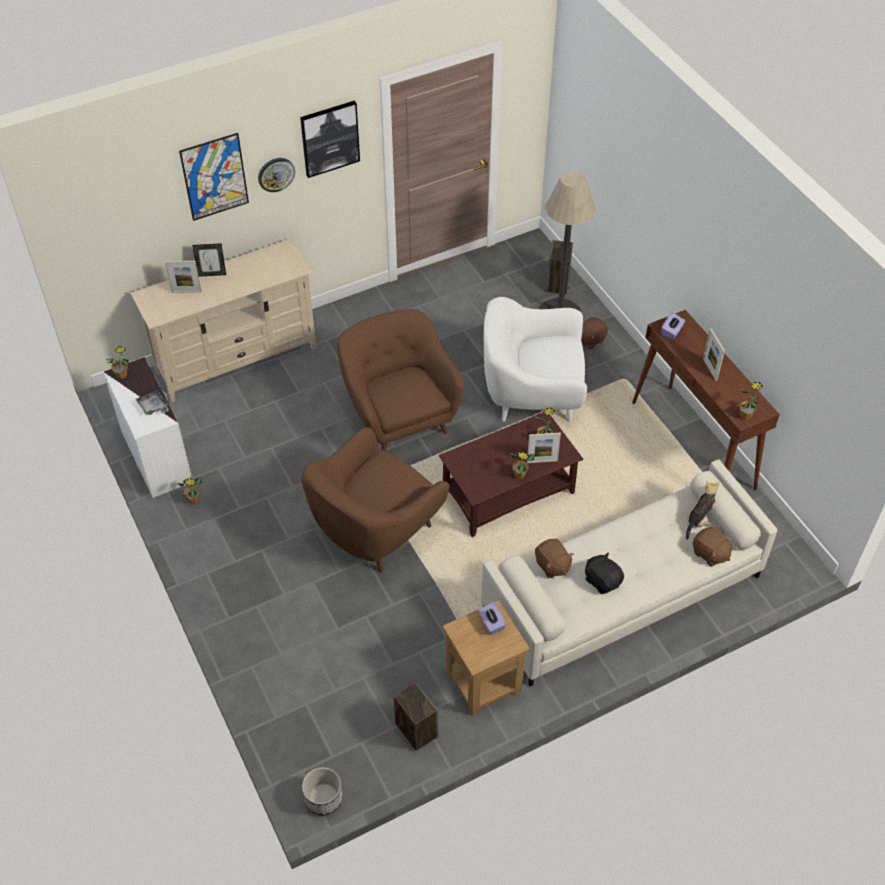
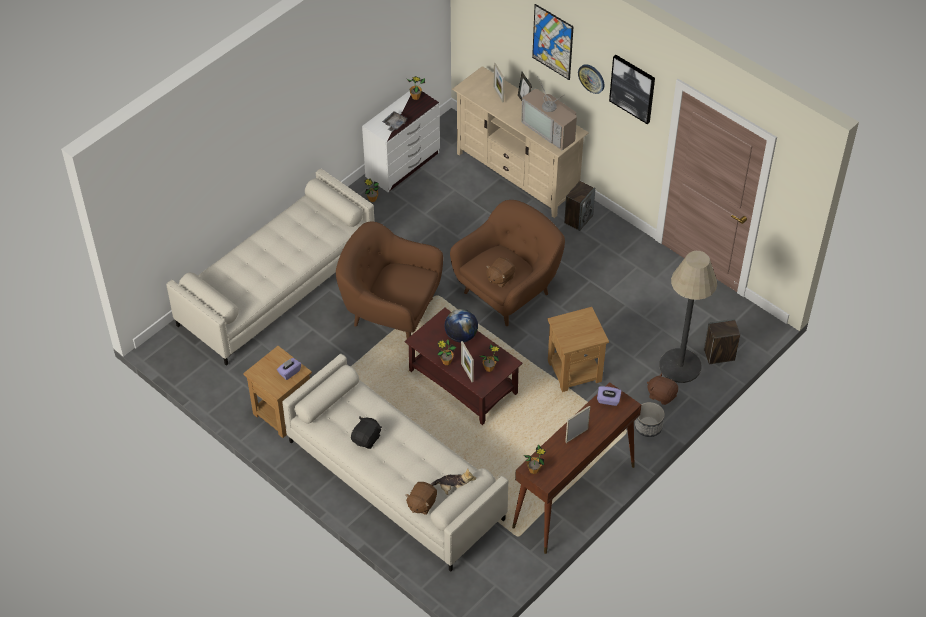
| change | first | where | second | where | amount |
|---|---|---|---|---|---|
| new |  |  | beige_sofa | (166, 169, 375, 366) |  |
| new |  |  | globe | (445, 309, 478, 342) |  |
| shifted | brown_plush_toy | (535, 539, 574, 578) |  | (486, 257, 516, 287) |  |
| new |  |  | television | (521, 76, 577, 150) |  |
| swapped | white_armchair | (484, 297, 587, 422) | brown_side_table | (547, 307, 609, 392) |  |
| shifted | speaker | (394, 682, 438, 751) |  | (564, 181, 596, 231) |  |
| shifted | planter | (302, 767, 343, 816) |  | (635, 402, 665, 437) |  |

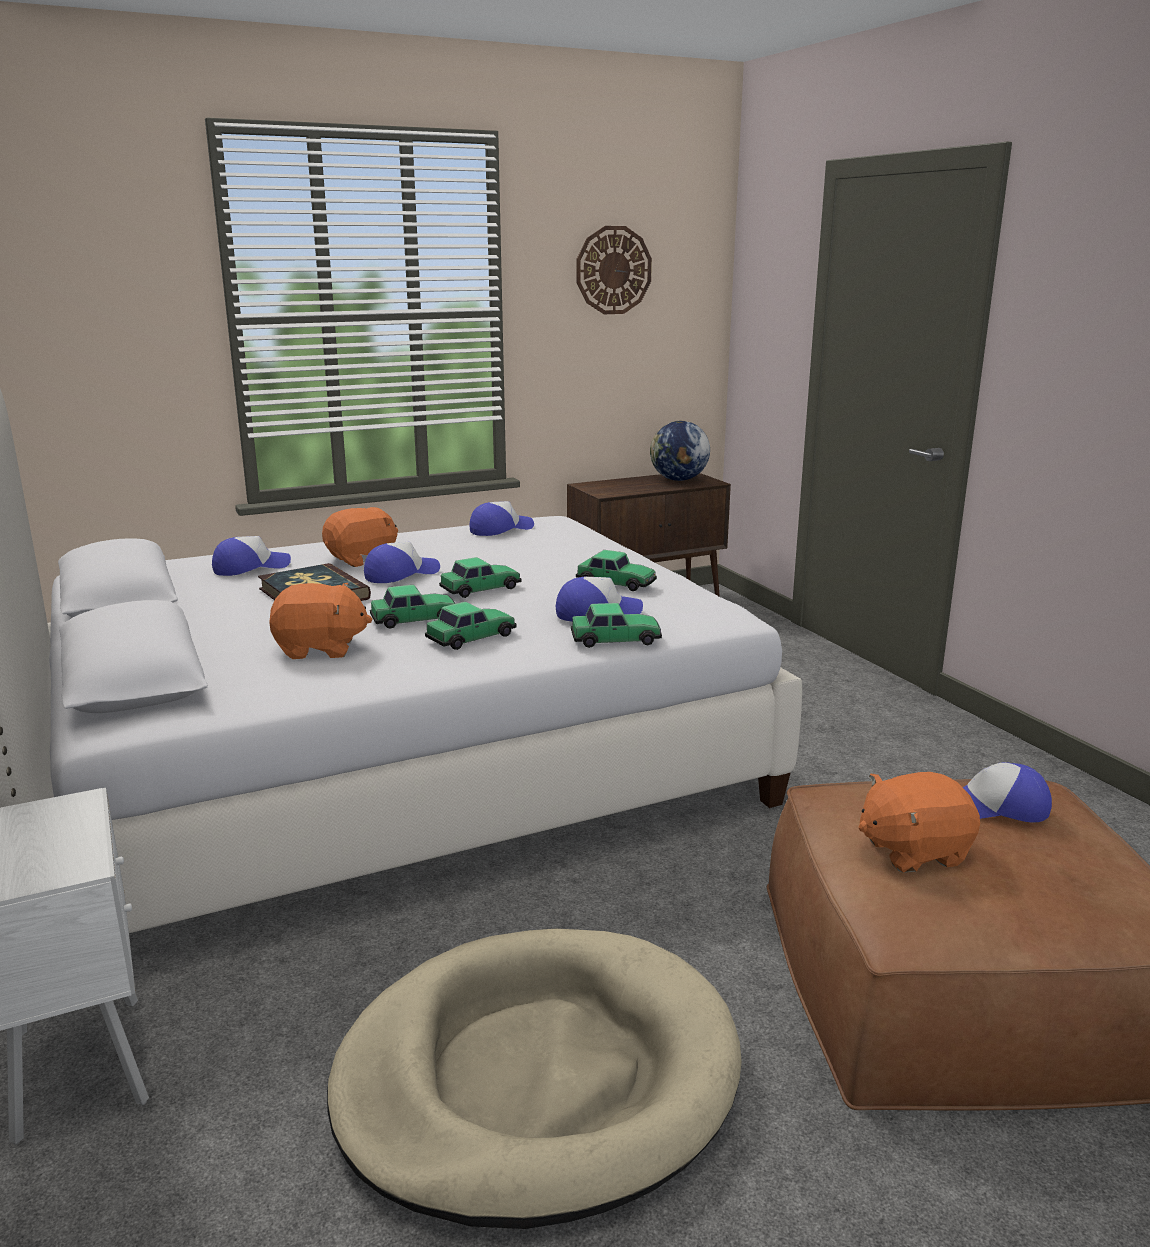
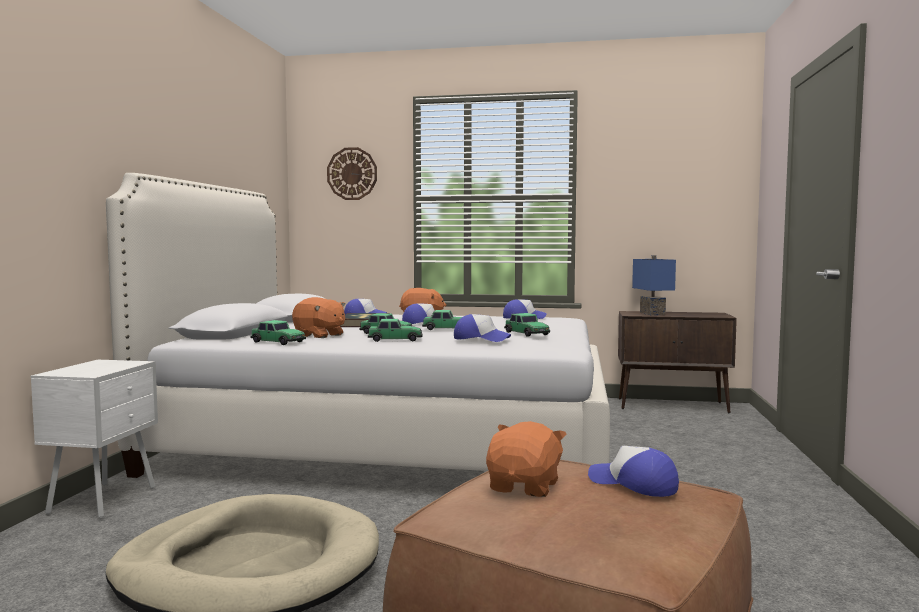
| change | first | where | second | where | amount |
|---|---|---|---|---|---|
| shifted | toy_car | (571, 603, 662, 648) |  | (250, 320, 306, 345) |  |
| shifted | wall_clock | (577, 226, 652, 314) |  | (327, 147, 377, 200) |  |
| rotated | orange_plush_toy | (859, 772, 980, 873) |  | (486, 421, 567, 497) | 90 degrees clockwise |
| new |  |  | blue_table_lamp | (632, 255, 676, 315) |  |
| gone | globe | (650, 421, 710, 481) |  |  |  |

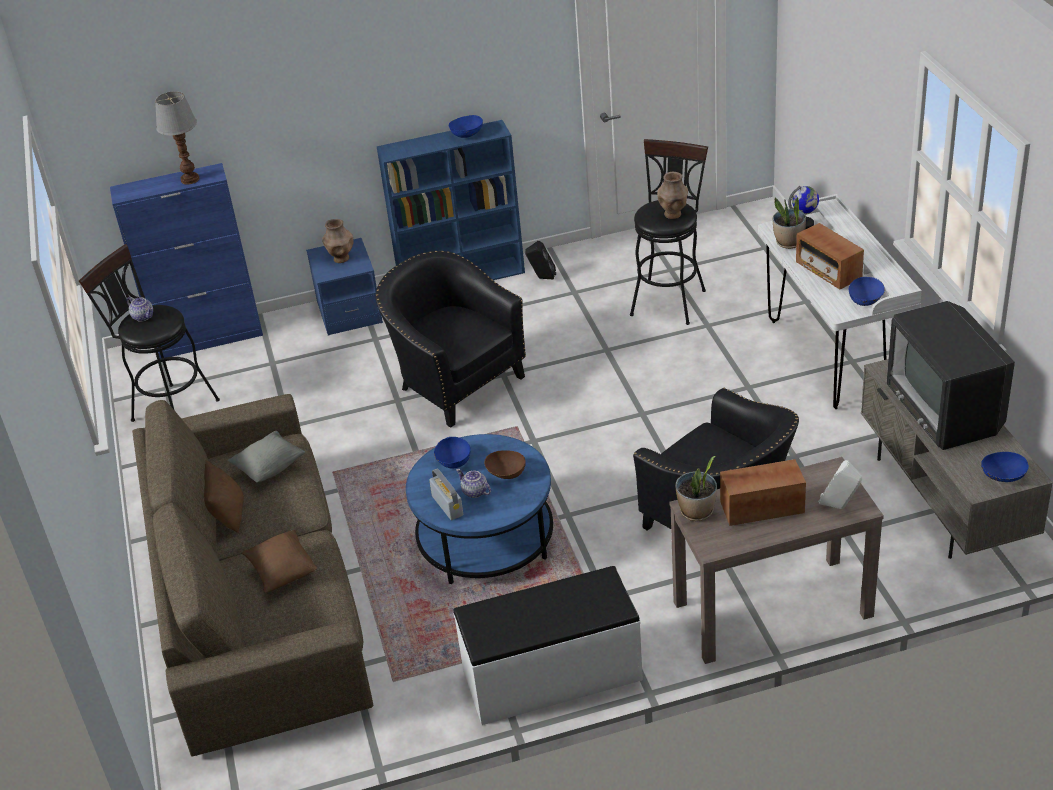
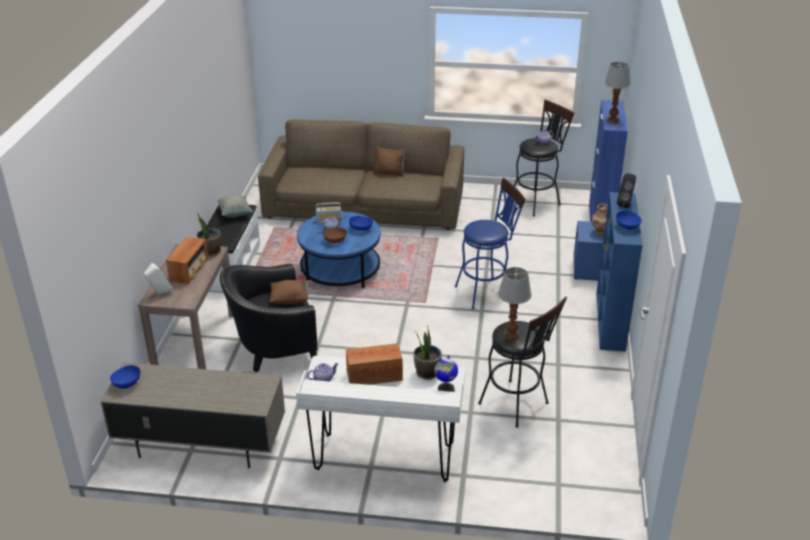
| change | first | where | second | where | amount |
|---|---|---|---|---|---|
| shifted | grey_pillow | (228, 431, 305, 482) |  | (217, 195, 253, 218) |  |
| shifted | brown_pillow | (242, 530, 317, 593) |  | (270, 280, 310, 304) |  |
| swapped | blue_bowl | (849, 277, 885, 306) | teapot | (307, 363, 339, 381) |  |
| swapped | black_armchair | (375, 251, 526, 428) | blue_stool | (455, 178, 525, 309) |  |
| swapped | brown_vase | (657, 172, 688, 219) | table_lamp | (498, 267, 532, 340) |  |
| shifted | black_speaker | (525, 241, 556, 279) |  | (617, 173, 636, 208) |  |
| gone | television | (887, 301, 1015, 450) |  |  |  |

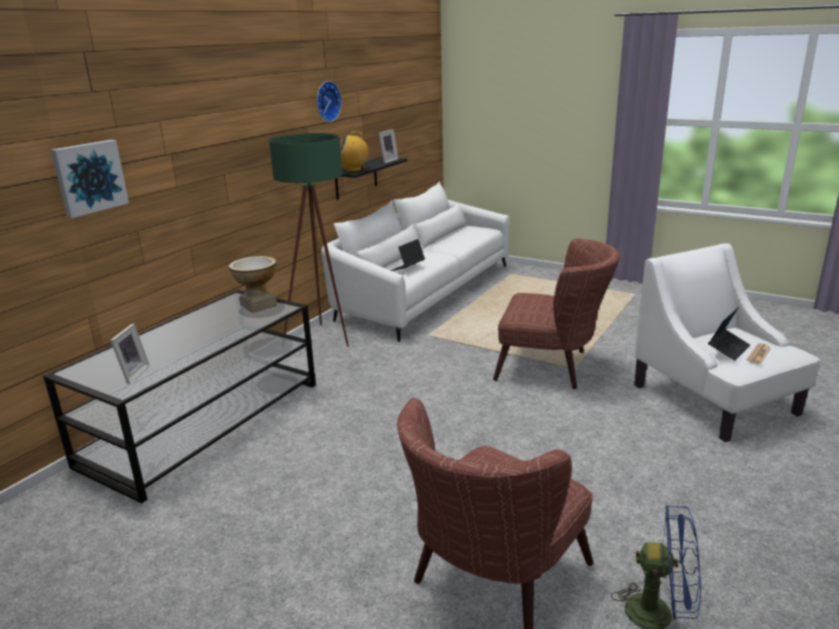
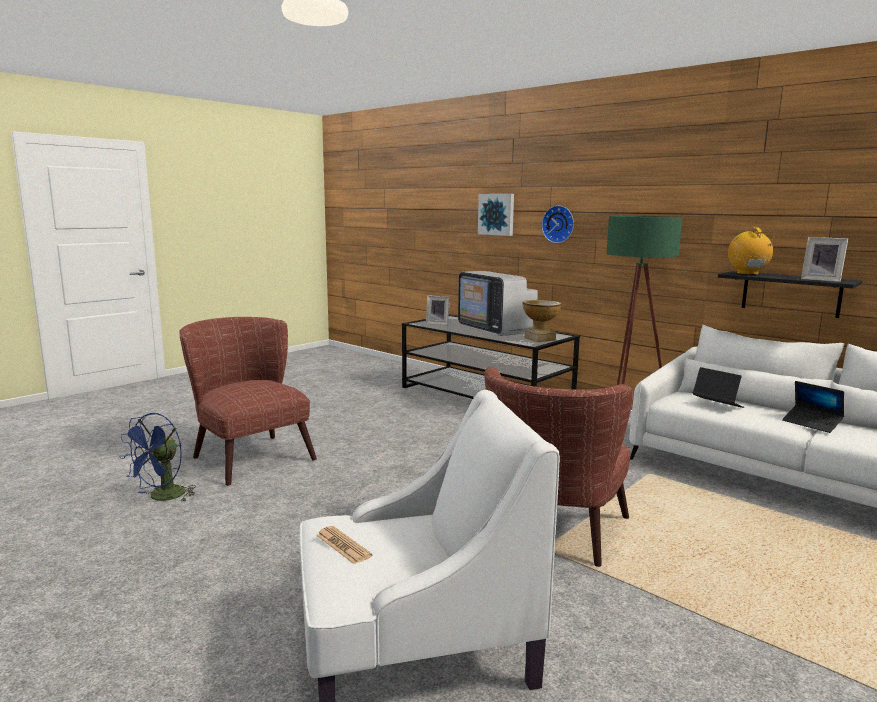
| change | first | where | second | where | amount |
|---|---|---|---|---|---|
| new |  |  | television | (458, 271, 538, 336) |  |
| shifted | wall_clock | (317, 81, 342, 122) |  | (542, 205, 574, 243) |  |
| shifted | laptop | (708, 307, 750, 361) |  | (782, 381, 844, 433) |  |

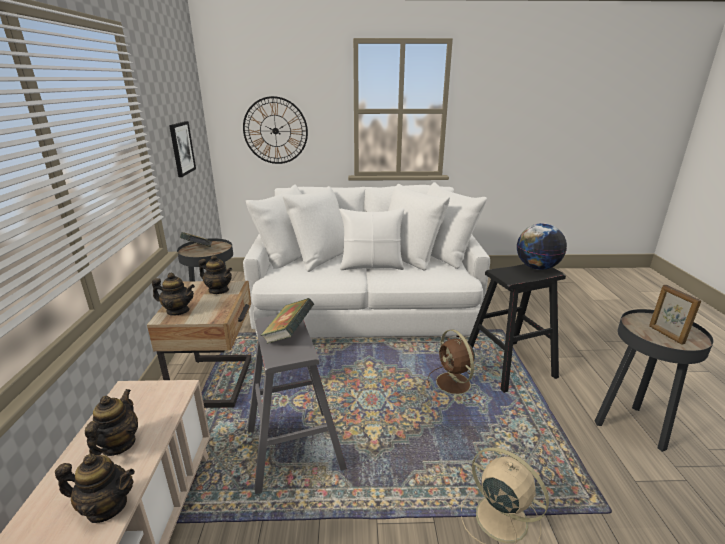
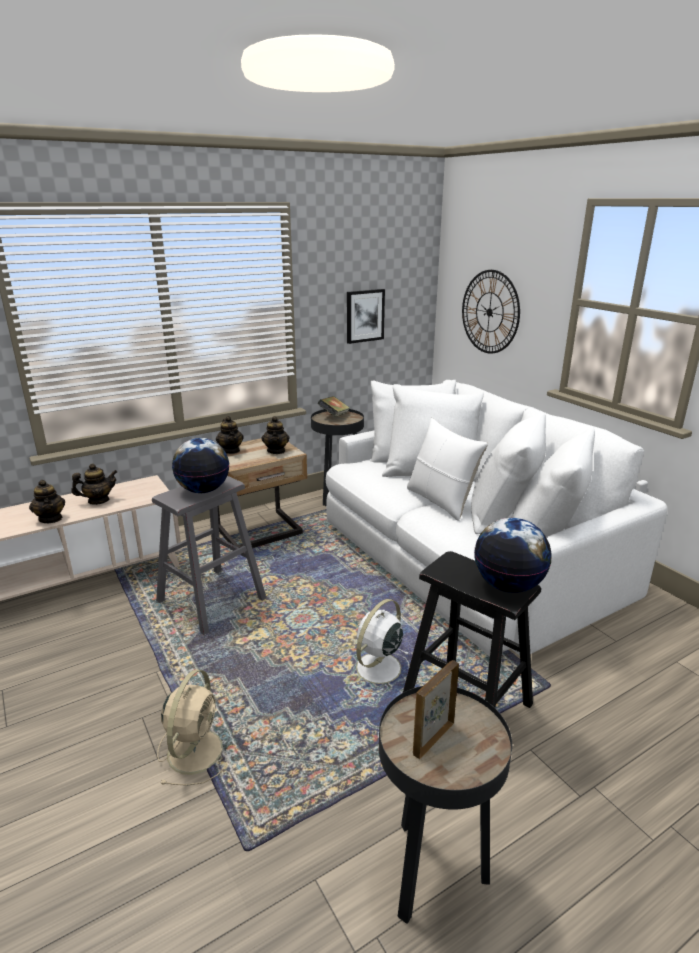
| change | first | where | second | where | amount |
|---|---|---|---|---|---|
| swapped | book | (260, 298, 314, 344) | globe | (172, 438, 229, 493) |  |
| repainted | brown_fan | (427, 329, 480, 401) | white_fan | (352, 599, 409, 694) |  |

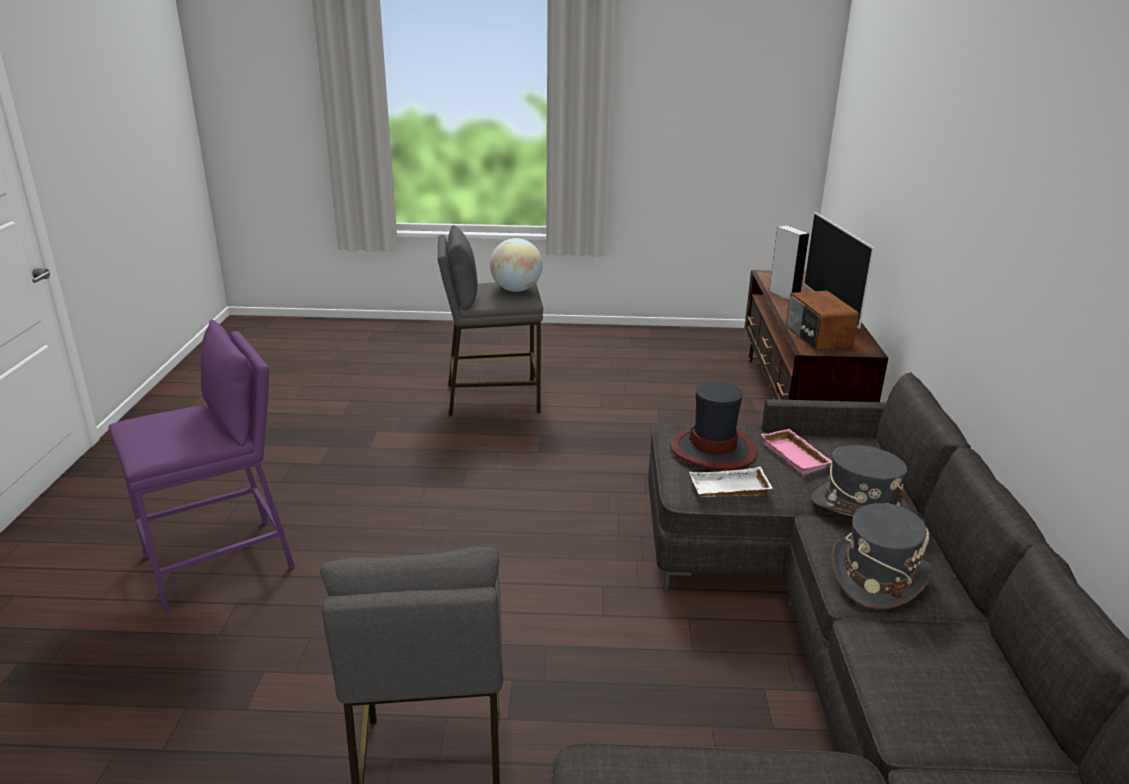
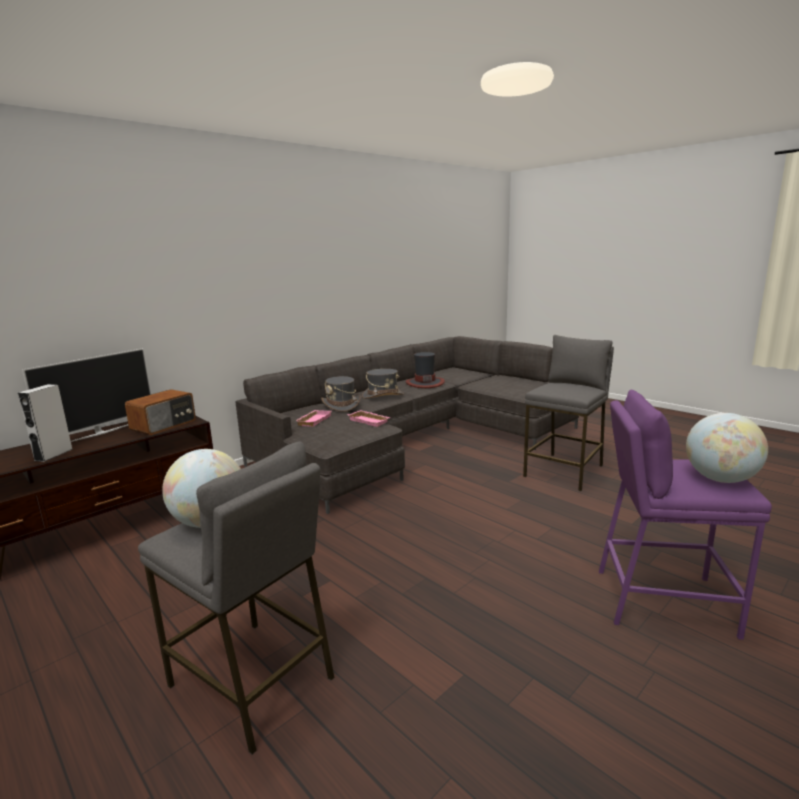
| change | first | where | second | where | amount |
|---|---|---|---|---|---|
| repainted | white_tray | (689, 467, 772, 497) | pink_tray | (347, 410, 390, 427) |  |
| shifted | hat | (670, 382, 757, 471) |  | (405, 352, 445, 388) |  |
| new |  |  | globe | (686, 413, 768, 483) |  |

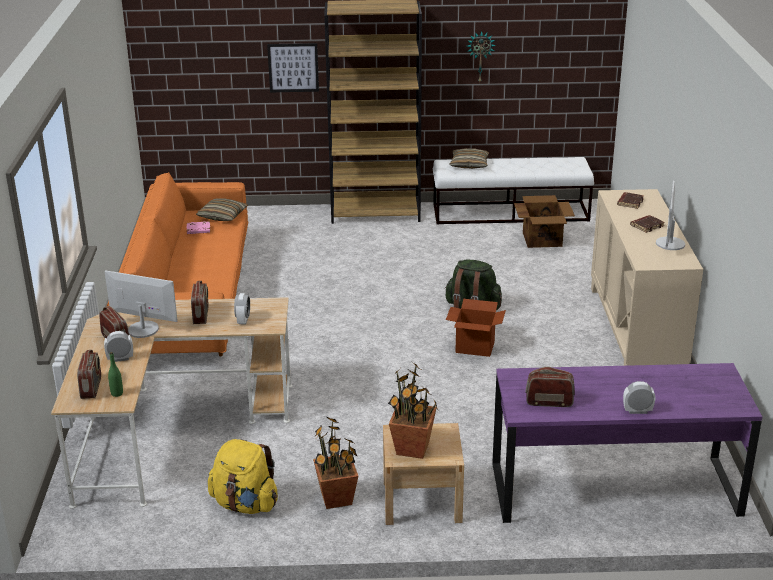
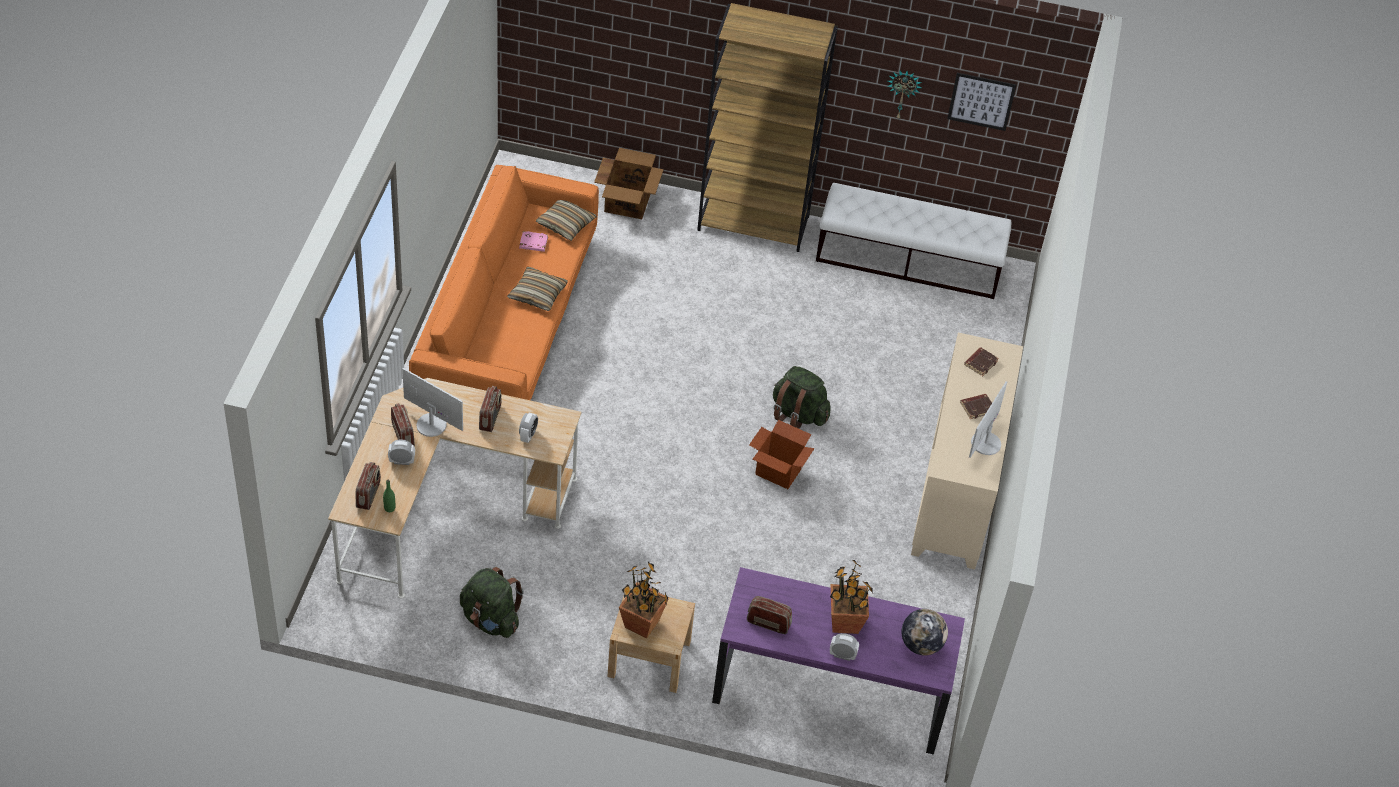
| change | first | where | second | where | amount |
|---|---|---|---|---|---|
| repainted | yellow_backpack | (208, 439, 278, 514) | green_backpack | (460, 567, 524, 638) |  |
| shifted | pillow | (449, 148, 489, 169) |  | (507, 267, 568, 311) |  |
| shifted | cardboard_box | (514, 195, 575, 248) |  | (594, 148, 663, 219) |  |
| shifted | potted_plant | (313, 417, 358, 509) |  | (830, 560, 873, 634) |  |
| new |  |  | globe | (902, 609, 948, 655) |  |
| shifted | picture | (267, 43, 319, 92) |  | (947, 73, 1016, 131) |  |

